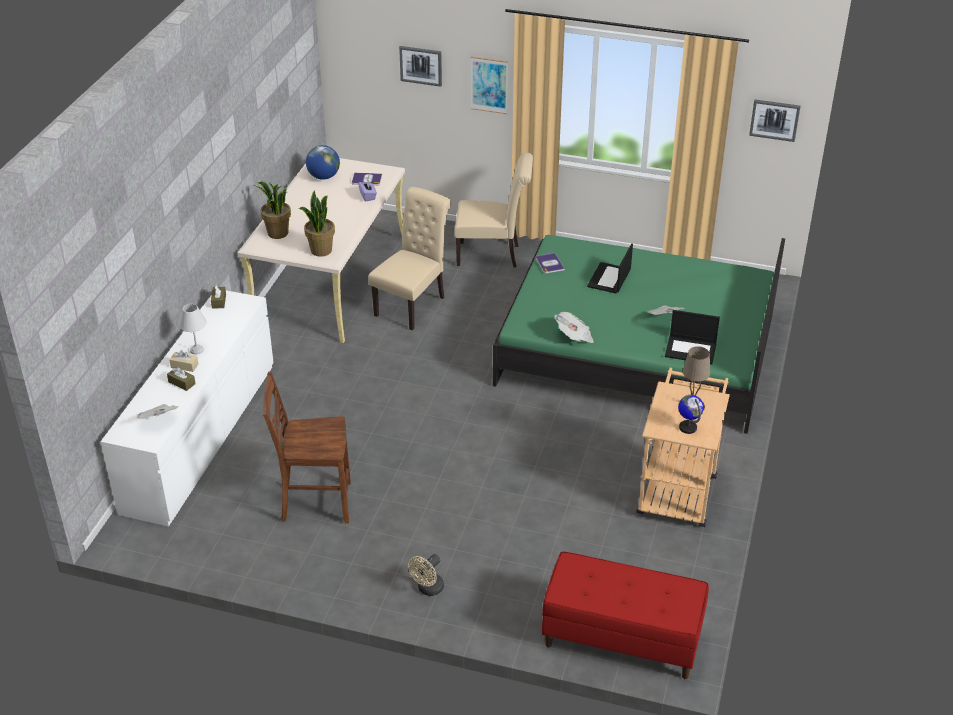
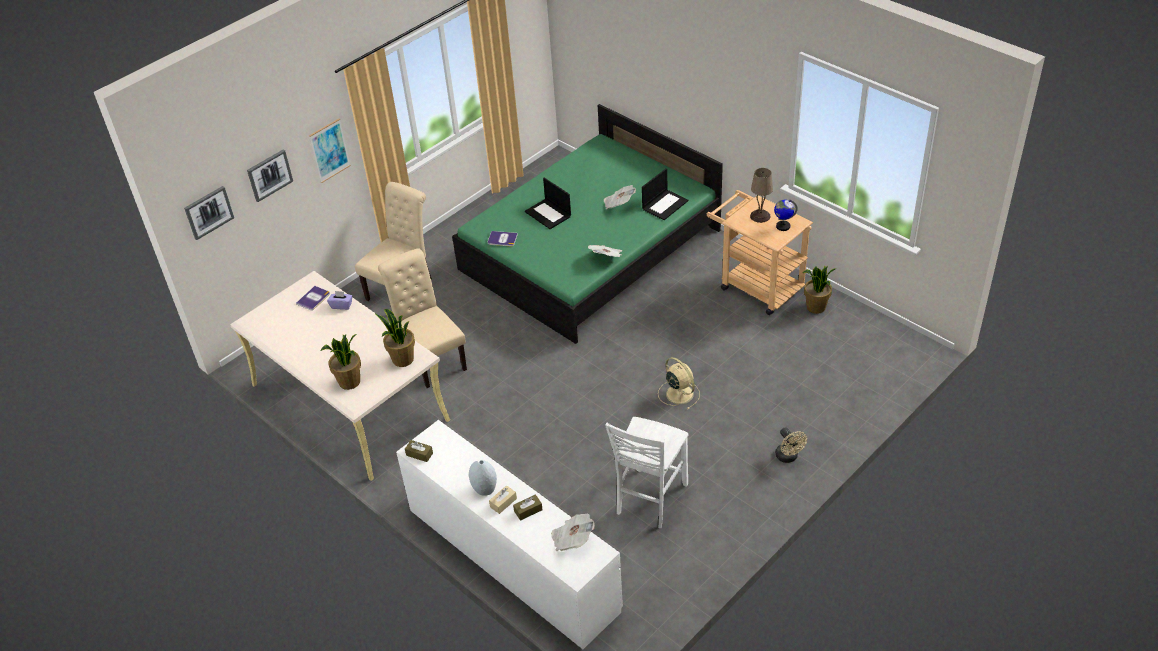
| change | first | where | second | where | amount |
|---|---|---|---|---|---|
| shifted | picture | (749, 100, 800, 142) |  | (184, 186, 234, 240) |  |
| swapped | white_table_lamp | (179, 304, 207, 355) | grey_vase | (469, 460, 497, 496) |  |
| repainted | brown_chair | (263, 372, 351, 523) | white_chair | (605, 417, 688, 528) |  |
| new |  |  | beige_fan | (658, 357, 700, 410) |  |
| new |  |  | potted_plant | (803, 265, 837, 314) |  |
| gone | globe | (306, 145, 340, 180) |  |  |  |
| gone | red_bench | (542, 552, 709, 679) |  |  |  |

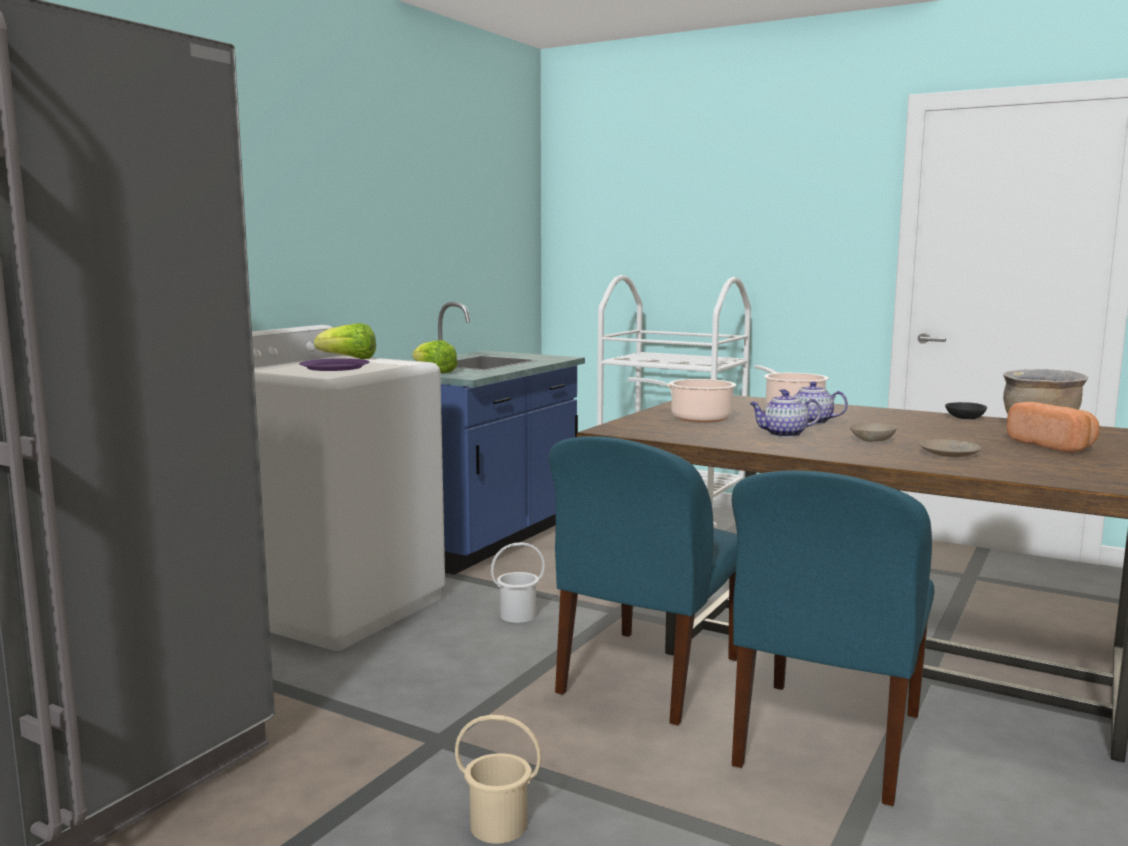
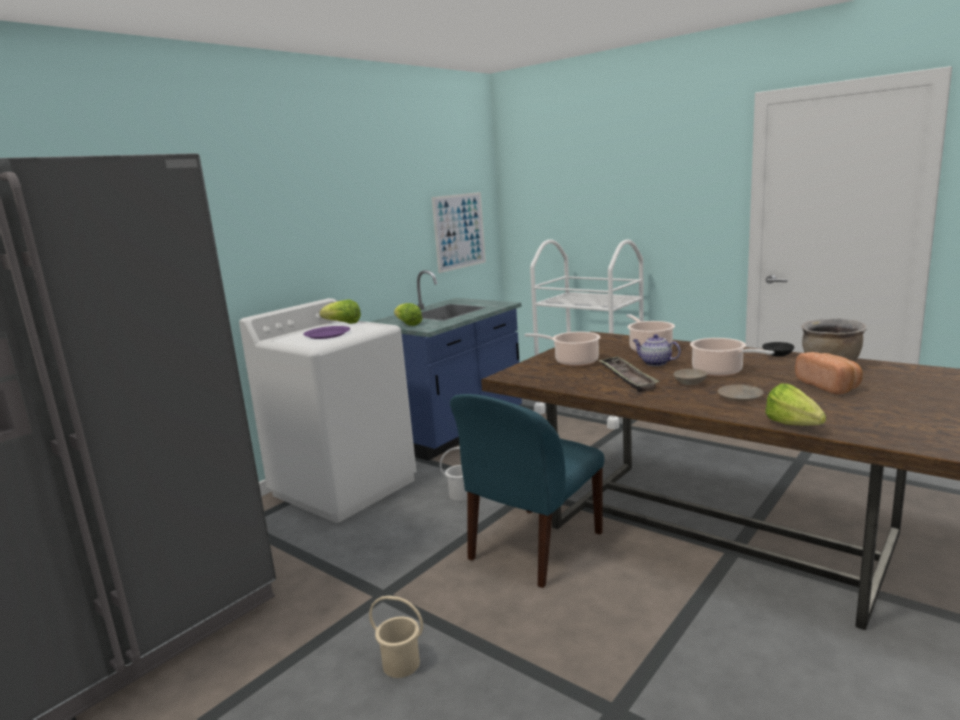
| change | first | where | second | where | amount |
|---|---|---|---|---|---|
| new |  |  | picture | (432, 192, 486, 273) |  |
| swapped | teapot | (749, 391, 822, 437) | tray | (598, 356, 660, 392) |  |
| new |  |  | cooking_pot | (690, 338, 774, 377) |  |
| new |  |  | lettuce | (765, 384, 826, 425) |  |
| gone | blue_chair | (732, 470, 934, 806) |  |  |  |

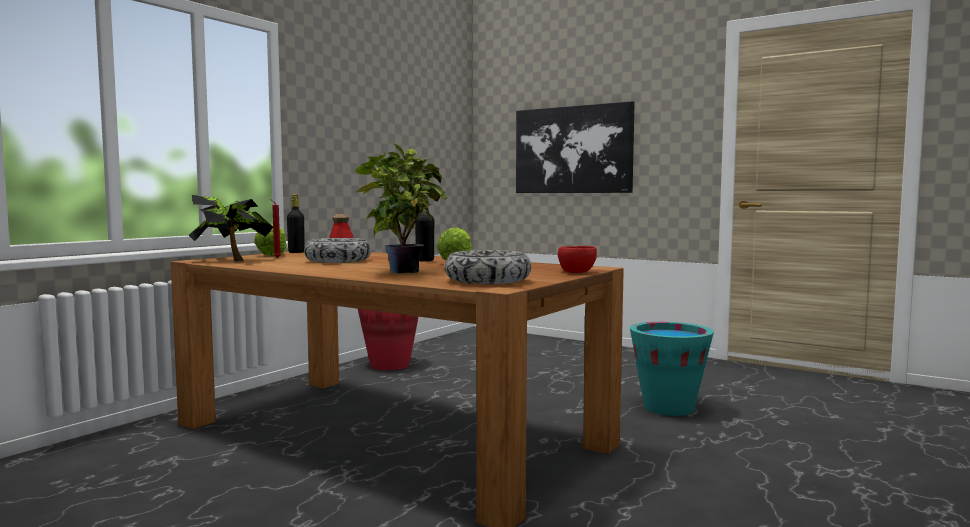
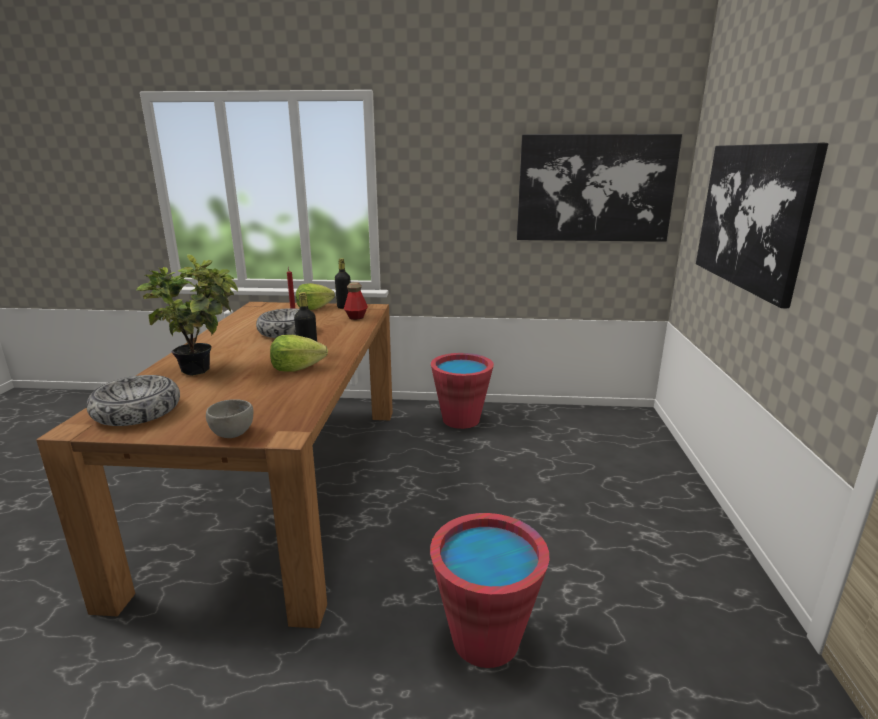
| change | first | where | second | where | amount |
|---|---|---|---|---|---|
| repainted | red_bowl | (558, 246, 597, 273) | grey_bowl | (206, 399, 254, 438) |  |
| repainted | turquoise_bucket | (630, 322, 714, 416) | red_bucket | (430, 513, 549, 668) |  |
| new |  |  | picture | (517, 134, 682, 242) |  |
| gone | potted_plant | (189, 195, 273, 261) |  |  |  |

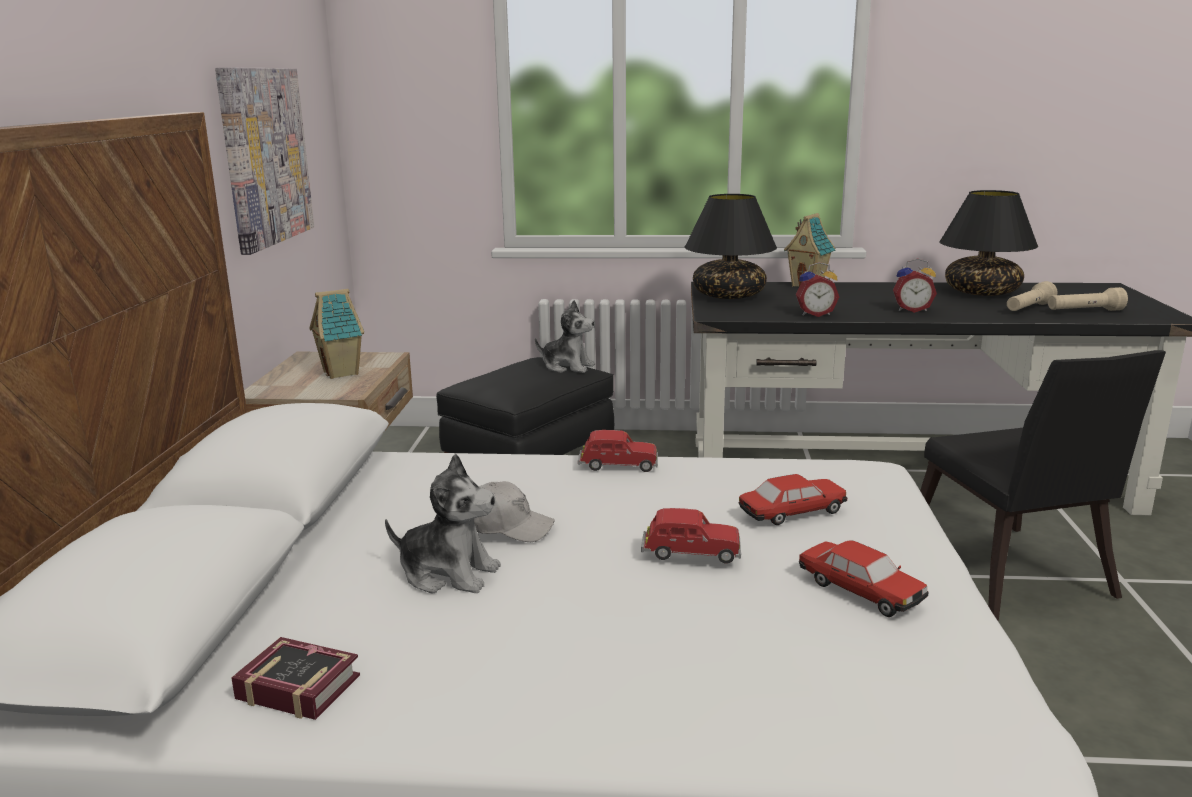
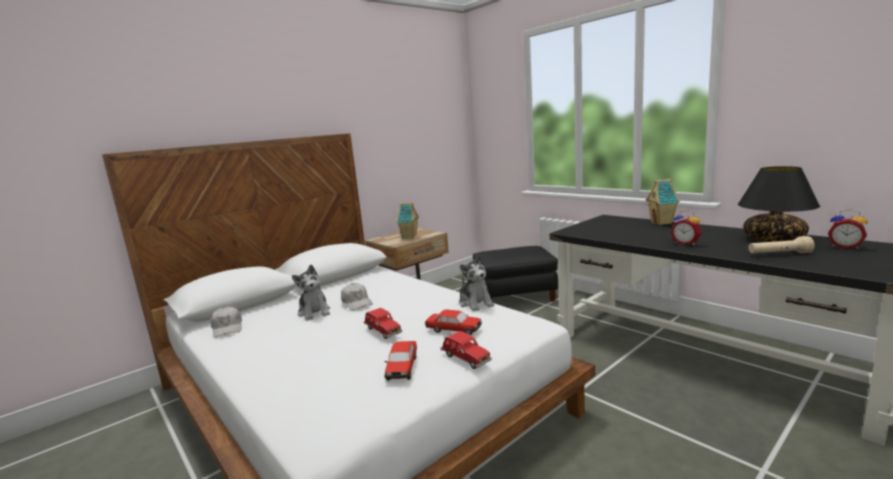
| change | first | where | second | where | amount |
|---|---|---|---|---|---|
| swapped | book | (231, 637, 360, 720) | white_cap | (211, 307, 242, 338) |  |
| shifted | red_toy_car | (578, 430, 658, 472) |  | (441, 331, 492, 369) |  |
| shifted | plush_toy | (535, 300, 595, 373) |  | (459, 254, 494, 312) |  |
| shifted | alarm_clock | (796, 262, 839, 317) |  | (828, 209, 868, 249) |  |
| gone | picture | (215, 67, 314, 255) |  |  |  |
| gone | black_table_lamp | (685, 194, 777, 299) |  |  |  |
| gone | black_chair | (920, 350, 1166, 621) |  |  |  |
| gone | beige_flashlight | (1048, 287, 1128, 311) |  |  |  |

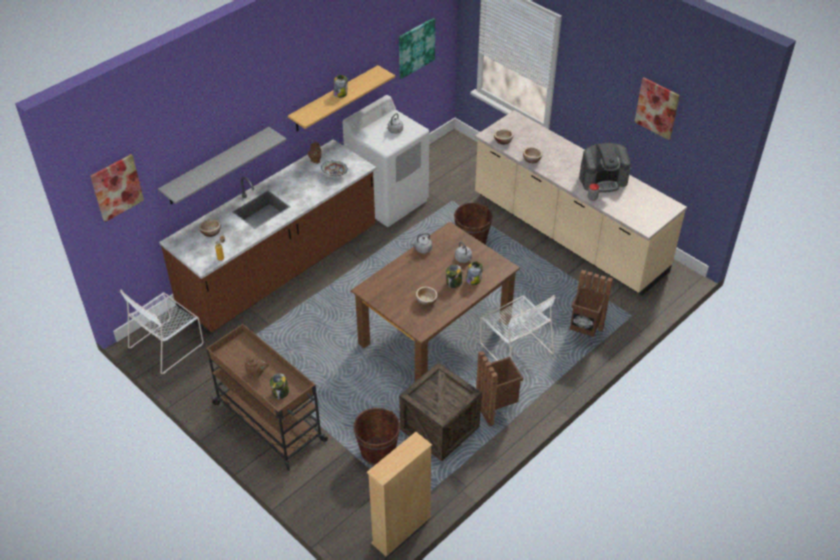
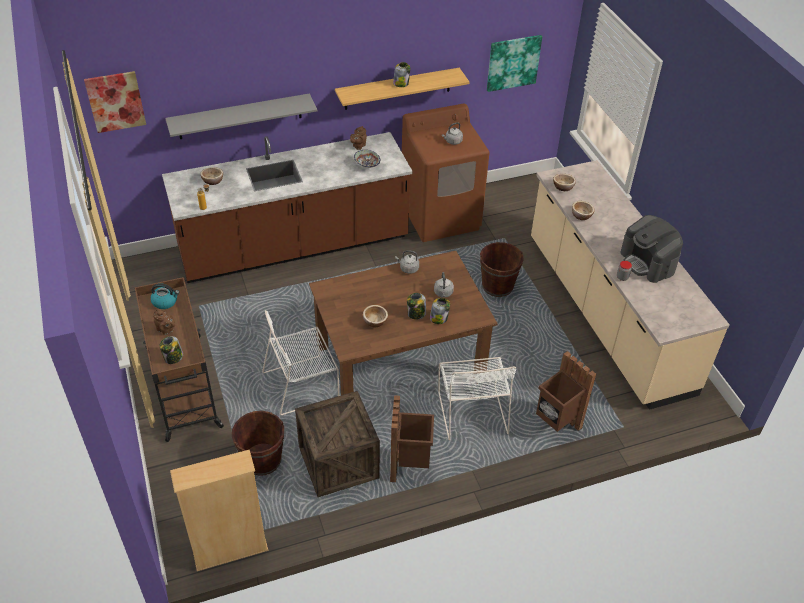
| change | first | where | second | where | amount |
|---|---|---|---|---|---|
| new |  |  | kettle | (150, 283, 179, 309) |  |
| shifted | white_chair | (120, 290, 204, 374) |  | (262, 310, 339, 415) |  |
| repainted | white_washing_machine | (342, 95, 429, 227) | brown_washing_machine | (402, 104, 490, 242) |  |
| rotated | coffee_machine | (579, 143, 631, 193) |  | (621, 215, 683, 283) | 45 degrees clockwise |
| gone | picture | (634, 77, 680, 140) |  |  |  |

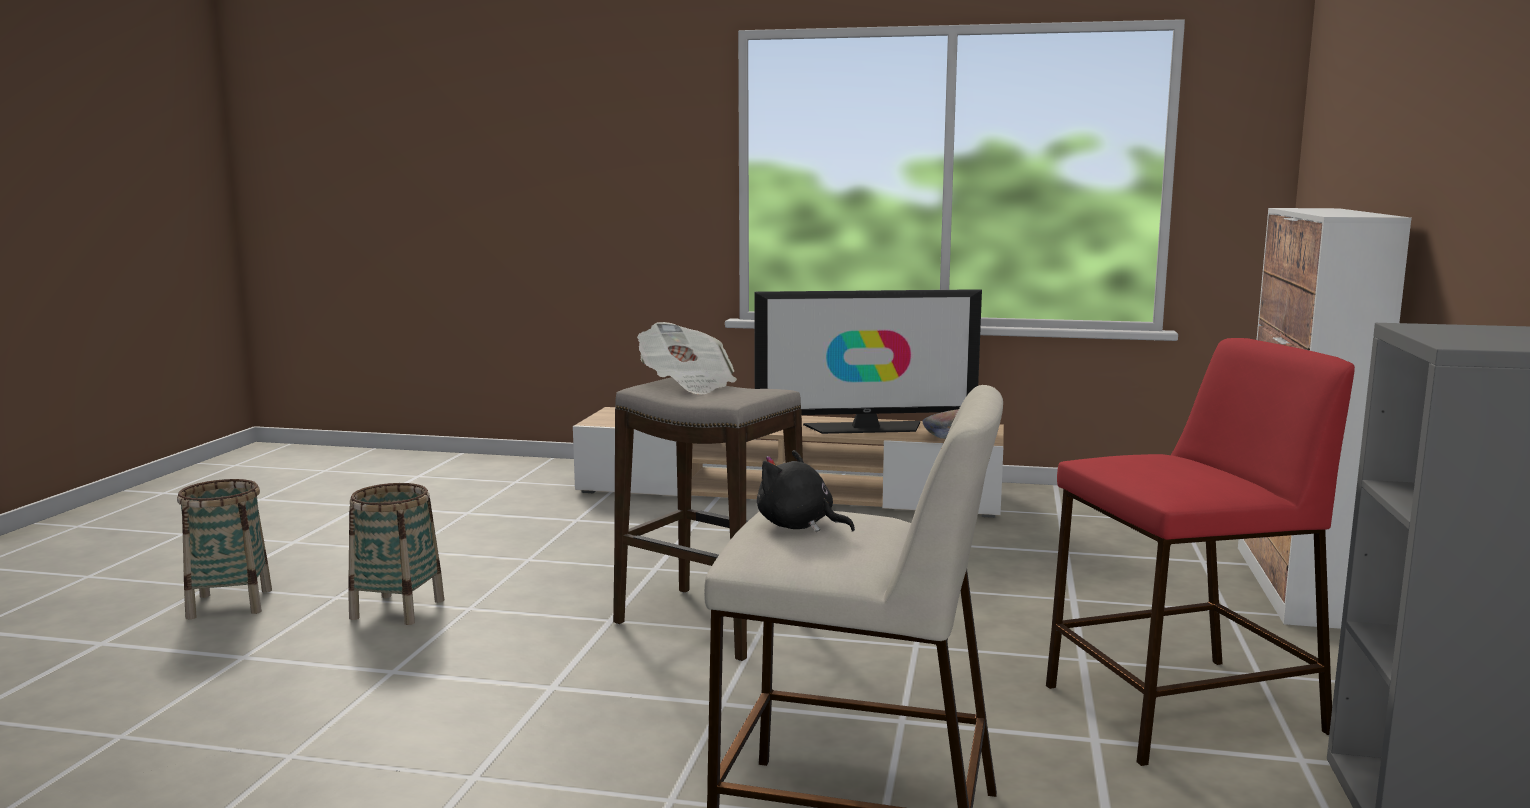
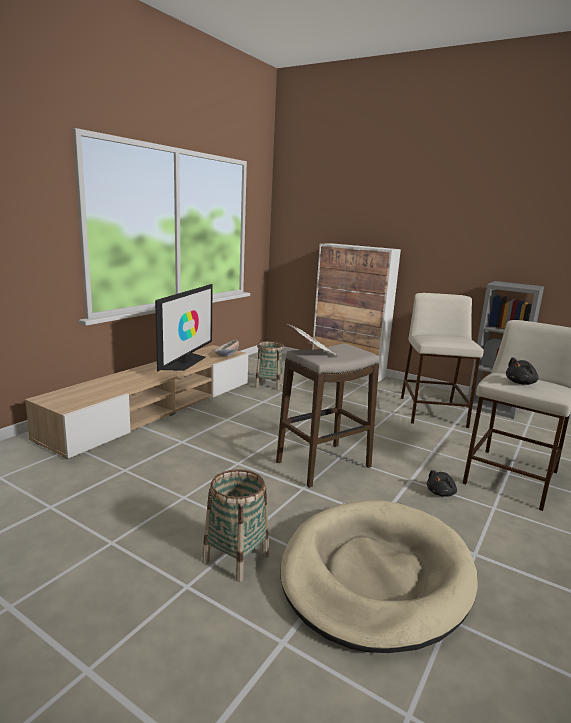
| change | first | where | second | where | amount |
|---|---|---|---|---|---|
| shifted | basket | (177, 479, 272, 619) |  | (255, 341, 284, 390) |  |
| new |  |  | beige_dog_bed | (280, 500, 478, 653) |  |
| repainted | red_stool | (1046, 338, 1355, 766) | beige_stool | (401, 293, 484, 428) |  |
| new |  |  | black_plush_toy | (427, 470, 457, 497) |  |

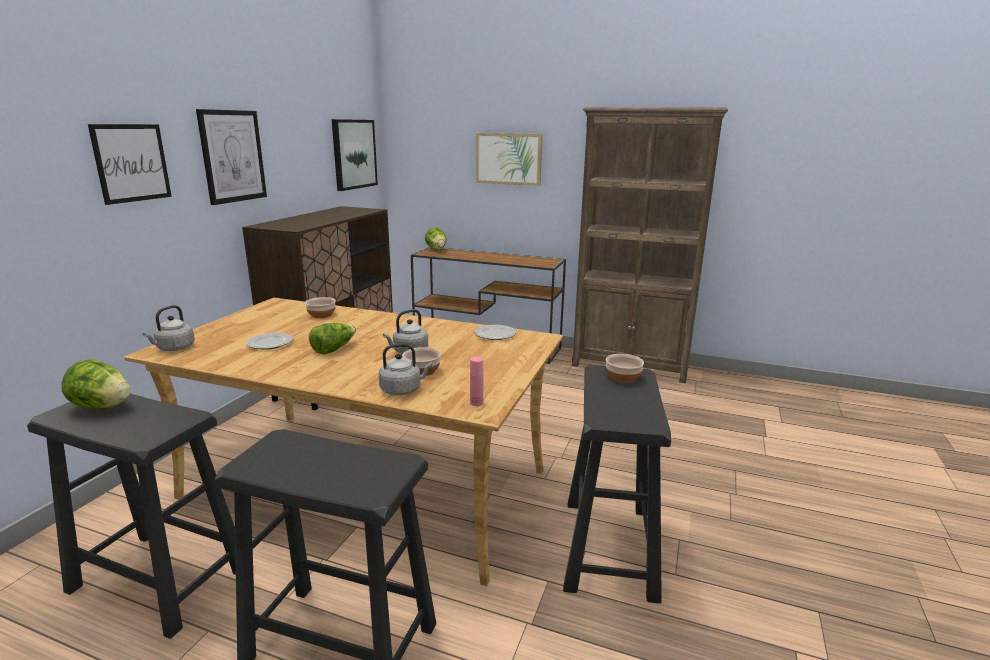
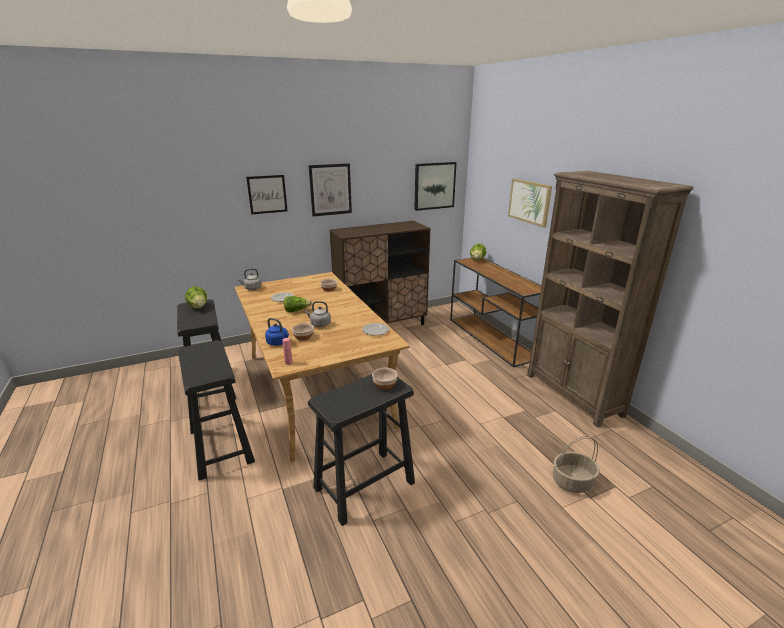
| change | first | where | second | where | amount |
|---|---|---|---|---|---|
| repainted | grey_kettle | (379, 343, 432, 395) | blue_kettle | (265, 318, 289, 346) |  |
| new |  |  | basket | (553, 436, 600, 493) |  |

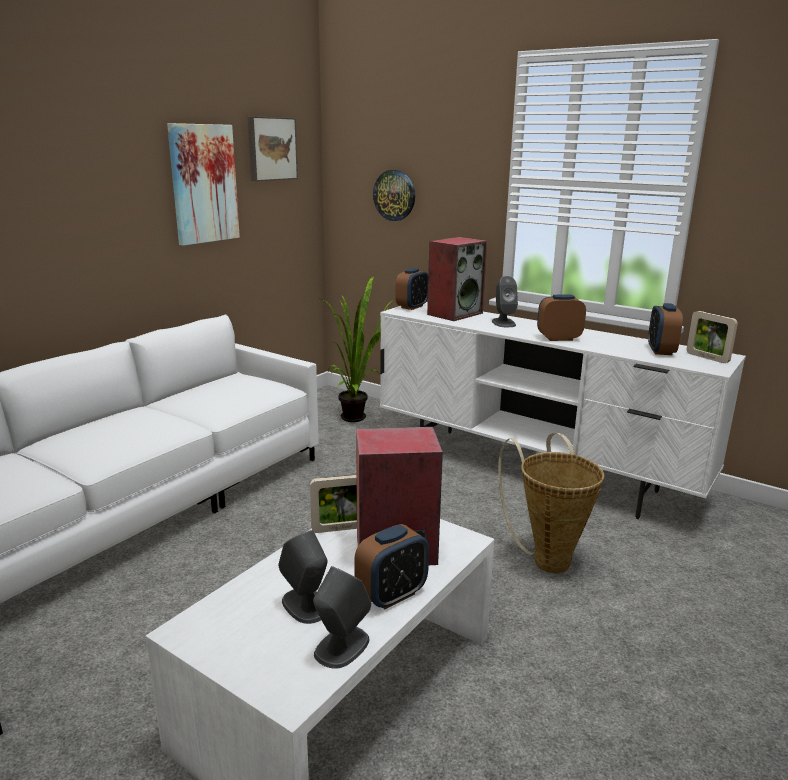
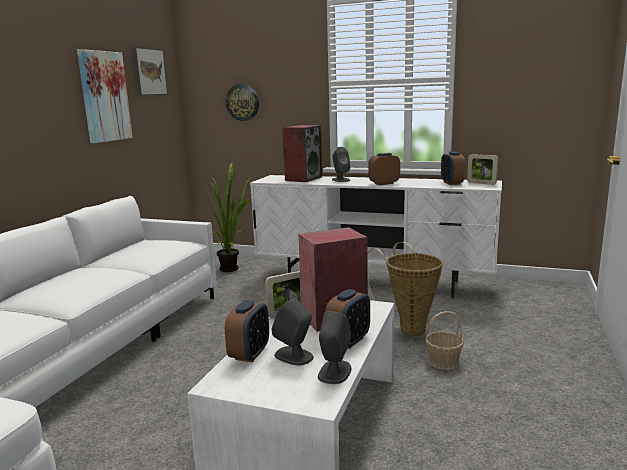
| change | first | where | second | where | amount |
|---|---|---|---|---|---|
| shifted | alarm_clock | (395, 268, 428, 310) |  | (225, 300, 269, 362) |  |
| new |  |  | basket | (425, 311, 464, 370) |  |

